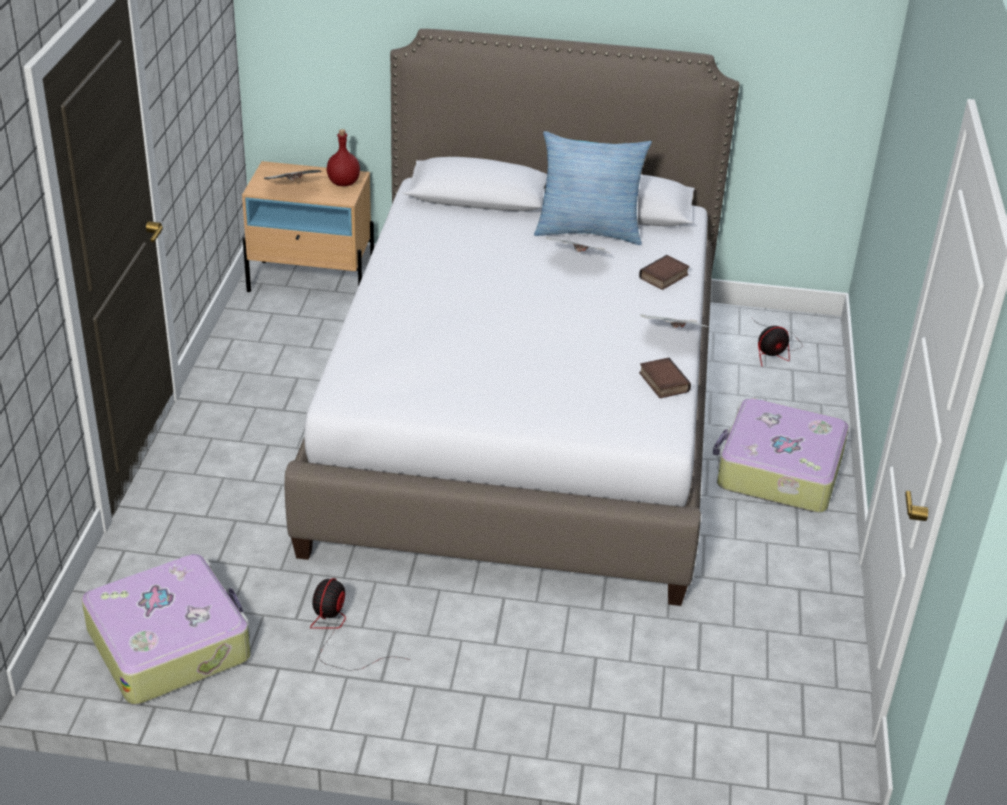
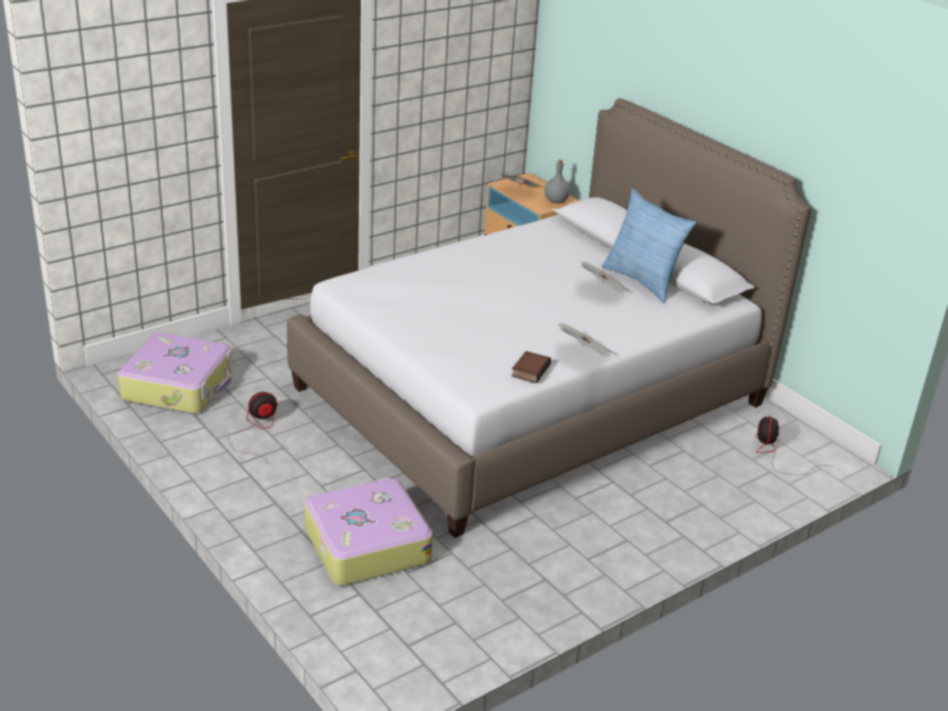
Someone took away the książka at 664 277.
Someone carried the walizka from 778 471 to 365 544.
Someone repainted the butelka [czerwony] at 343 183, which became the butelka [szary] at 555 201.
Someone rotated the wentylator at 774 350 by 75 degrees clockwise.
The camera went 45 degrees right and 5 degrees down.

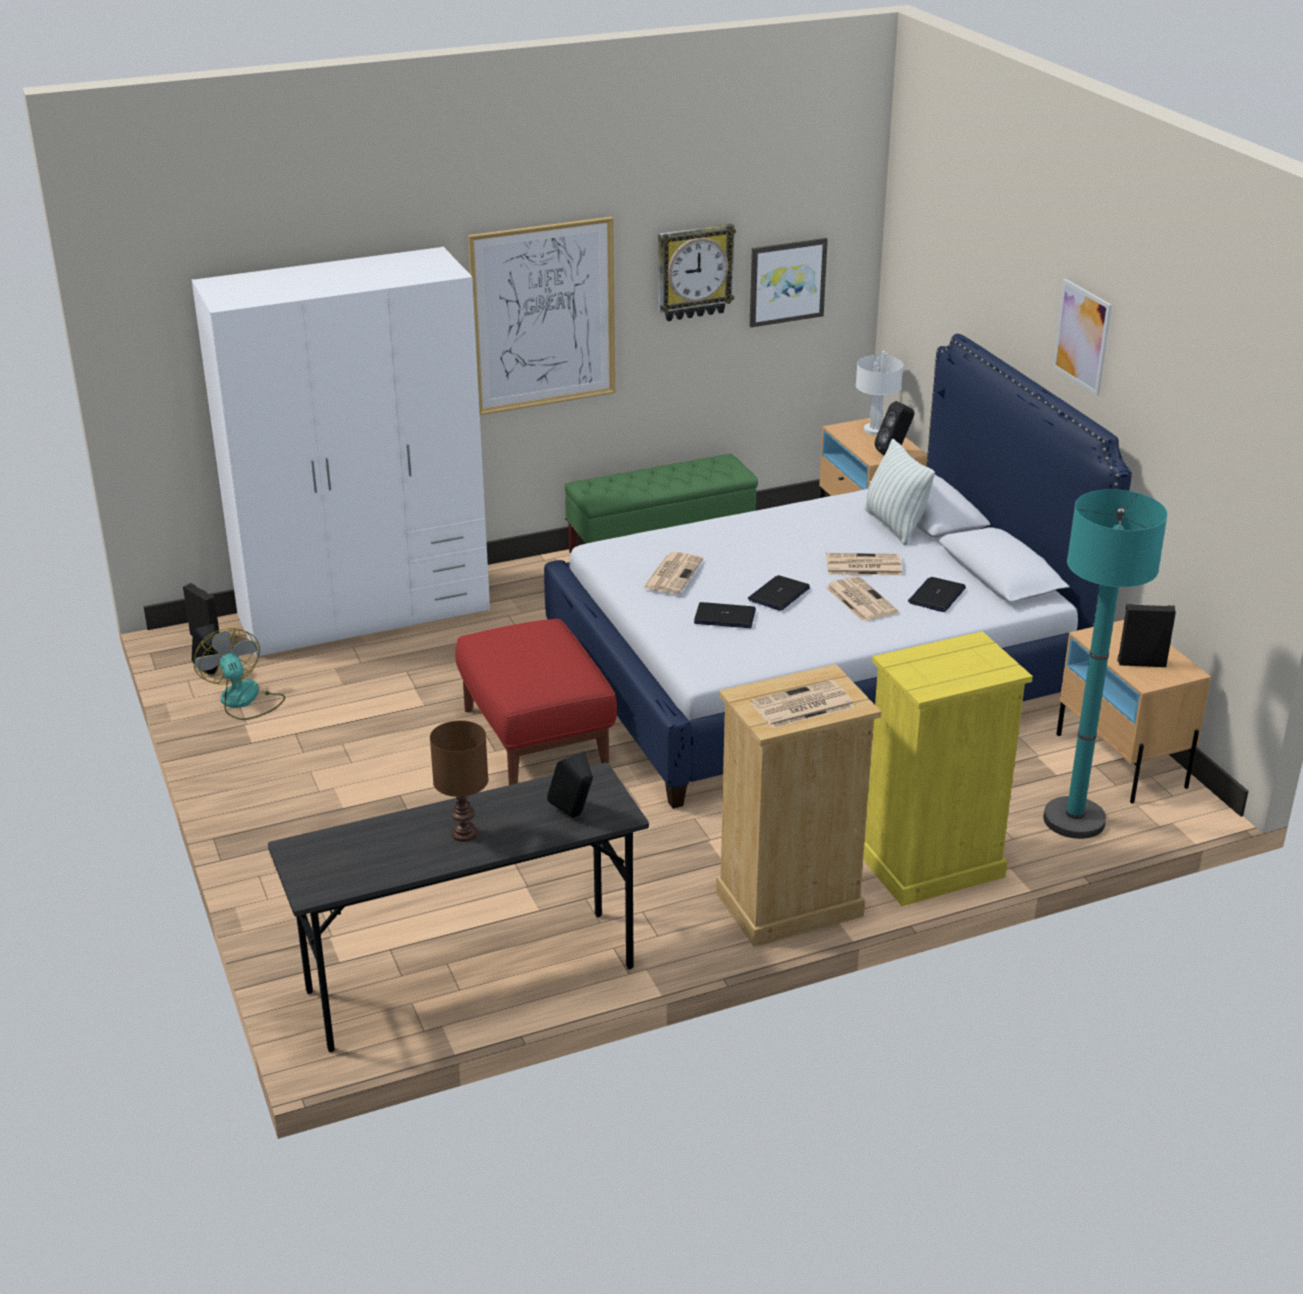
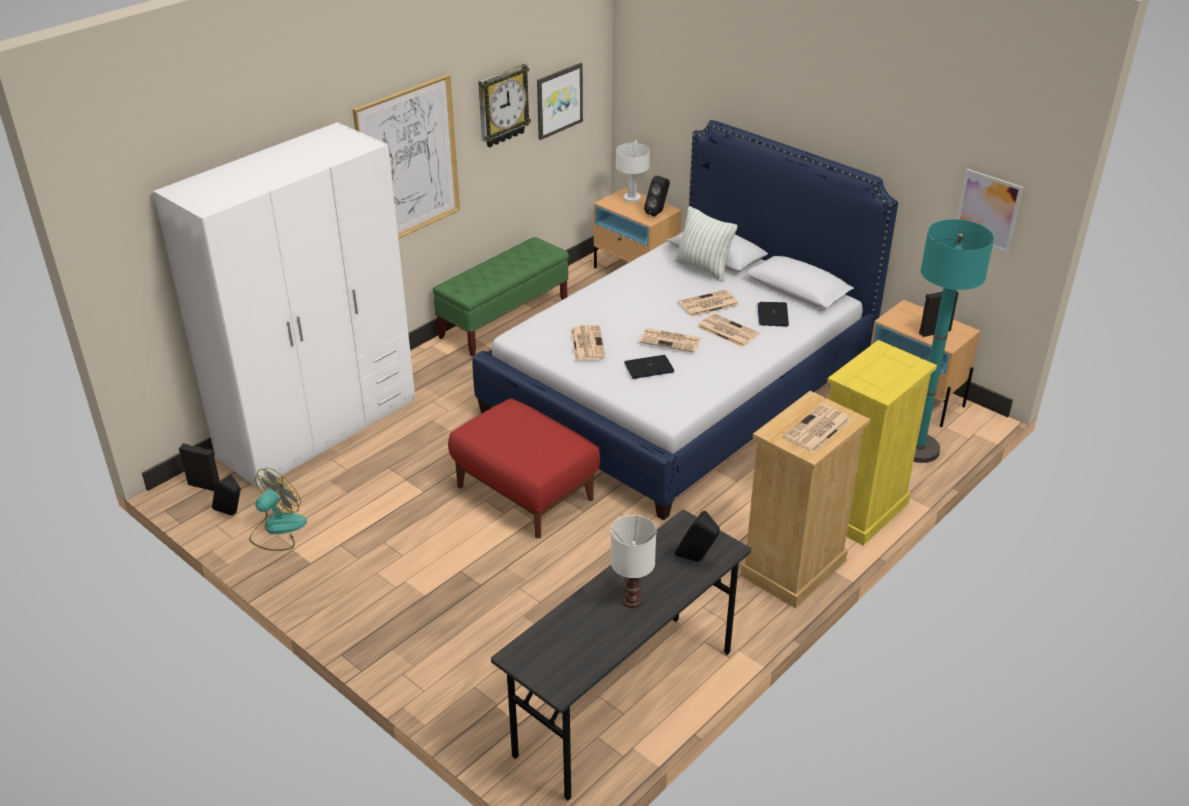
Someone carried the obraz from 1082 336 to 987 210.
Someone swapped the laptop at 779 594 for the gazeta at 671 340.
Someone repainted the lampa stołowa [brązowy] at 463 833, which became the lampa stołowa [biały] at 631 600.
Someone rotated the wentylator at 244 701 by 90 degrees clockwise.
The camera went 25 degrees left and 5 degrees up.

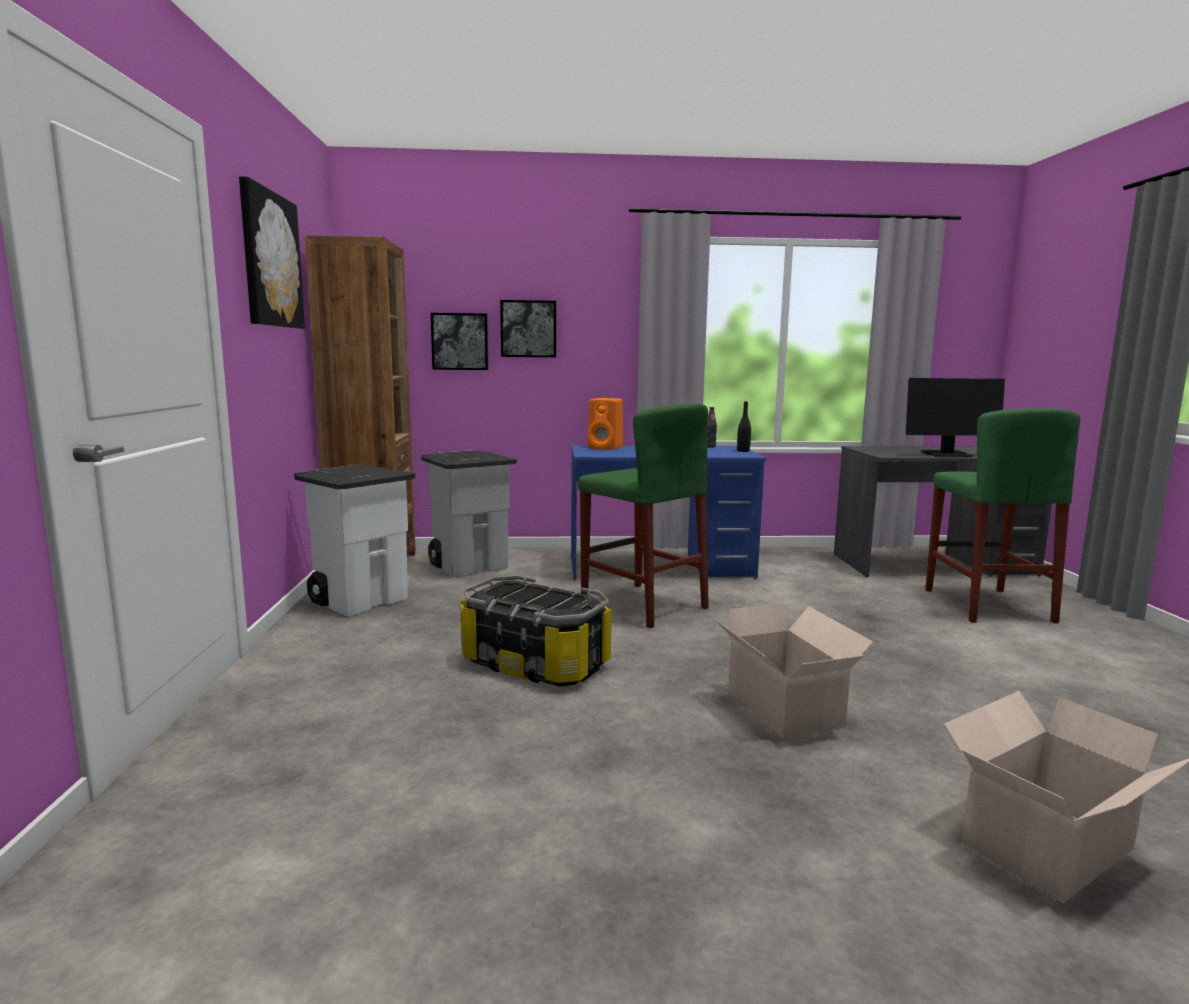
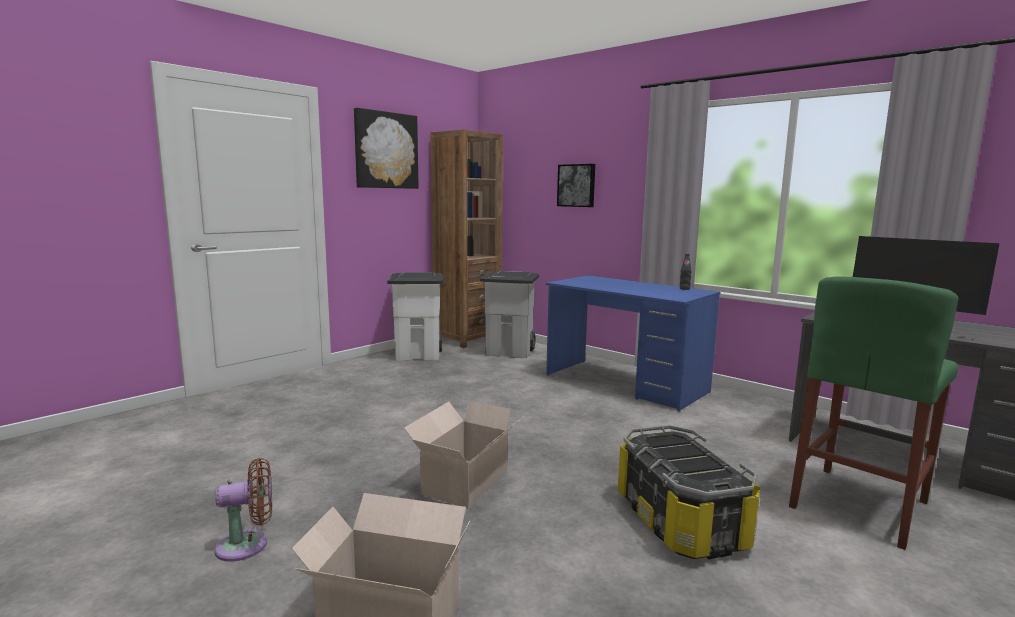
Someone took away the obraz at 460 341.
Someone took away the stołek [zielony] at 643 604.
Someone took away the głośnik [pomarańczowy] at 606 447.
Someone took away the butelka [czarny] at 743 451.
Someone put down the wentylator [brązowy] at 248 545.
Someone carried the pojemnik do przechowywania from 536 663 to 681 521.
The camera went 45 degrees right and 0 degrees up.

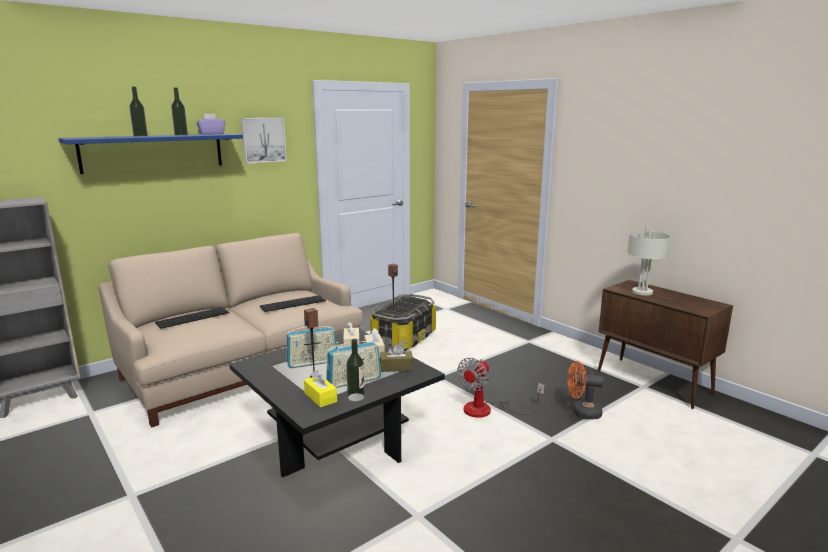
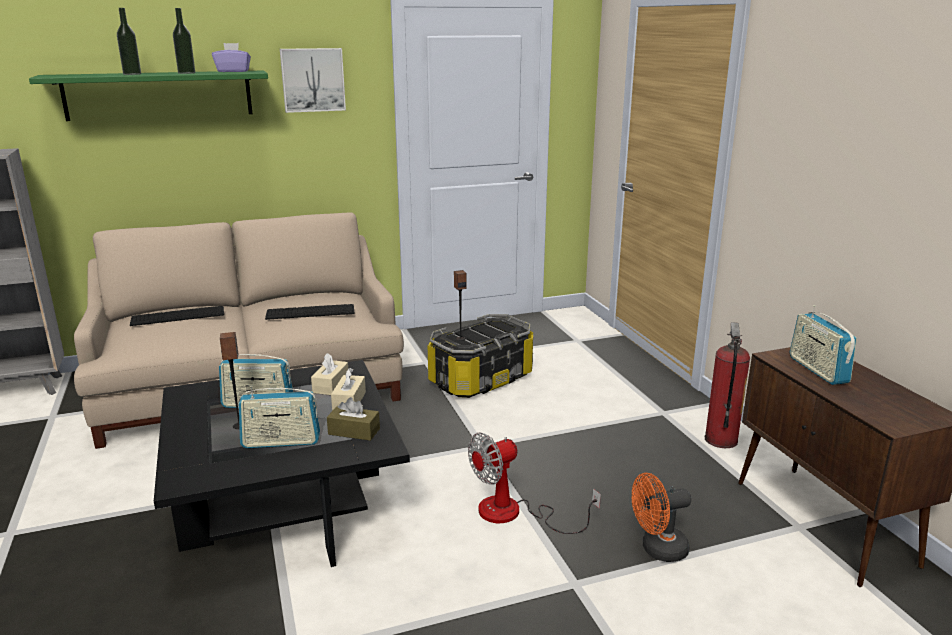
Someone took away the pudełko chusteczek [żółty] at 320 397.
Someone took away the butelka at 356 397.
Someone put down the gaśnica at 720 439.
Someone swapped the lampa stołowa [szary] at 643 292 for the radio at 818 370.
Someone repainted the półka [niebieski] at 153 152, which became the półka [zielony] at 159 95.
Someone rotated the wentylator [pomarańczowy] at 582 412 by 45 degrees counterclockwise.
The camera went 20 degrees right and 5 degrees up.

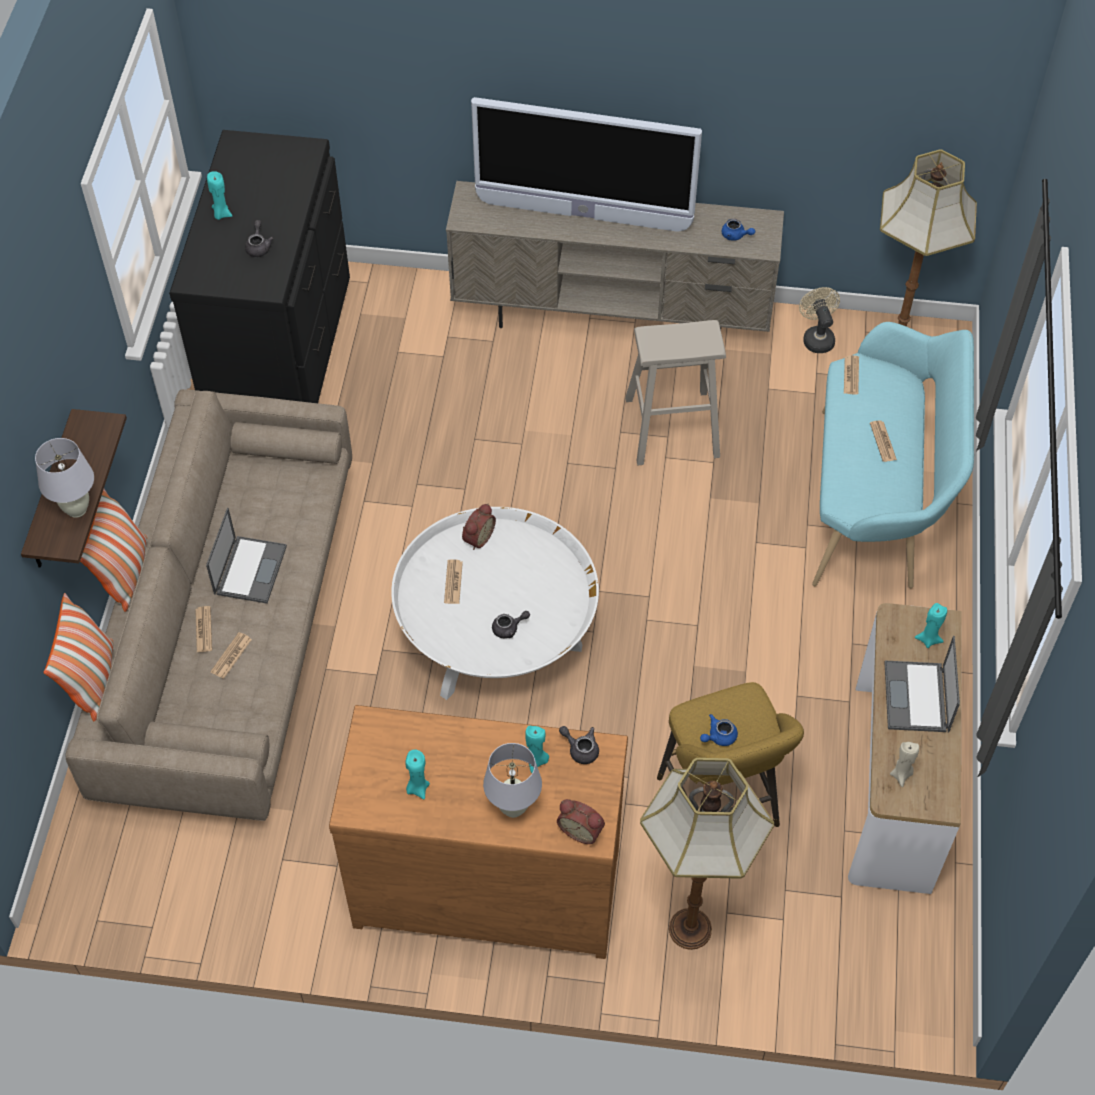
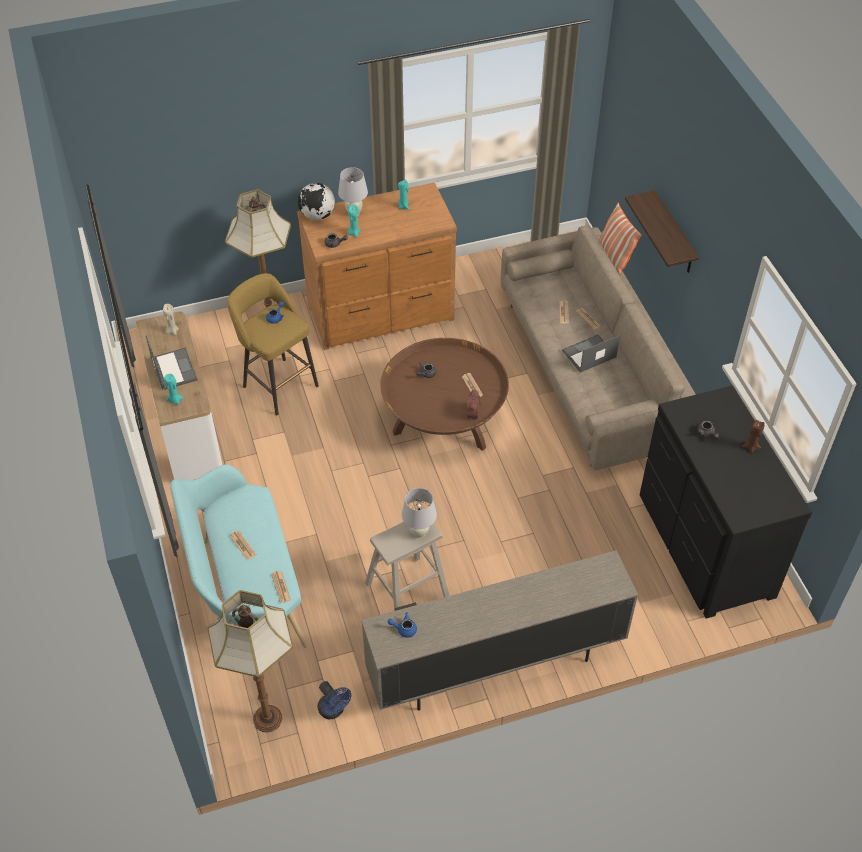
Someone took away the poduszka at 125 573.
Someone took away the telewizor at 583 215.
Someone carried the lampa stołowa [biały] from 76 509 to 419 533.
Someone swapped the budzik at 581 829 for the globus at 317 215.
Someone repainted the świeca [turkusowy] at 221 214, which became the świeca [brązowy] at 751 447.
Someone repainted the ława [biały] at 497 638, which became the ława [brązowy] at 444 421.
Someone repainted the wentylator [beżowy] at 817 337, which became the wentylator [niebieski] at 333 711.
Someone rotated the laptop at 250 569 by 75 degrees clockwise.
The camera went 155 degrees right and 5 degrees down.

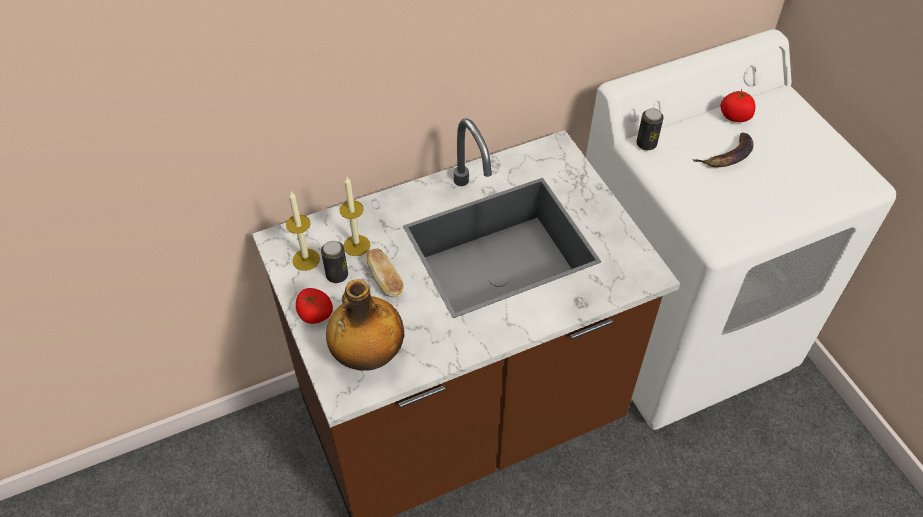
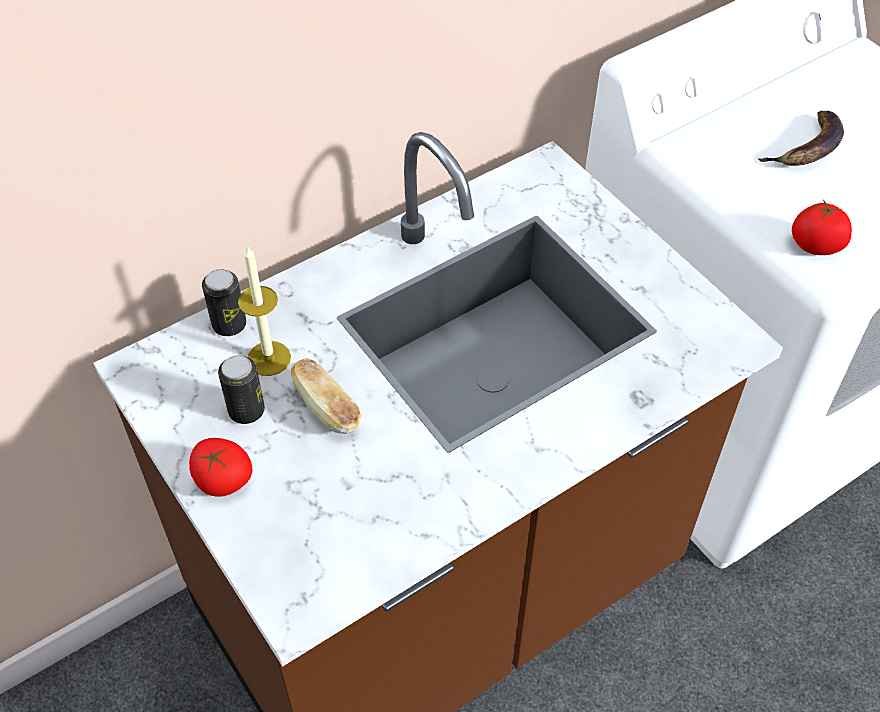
Someone took away the świeca at 306 259.
Someone took away the butelka at 368 355.
Someone carried the puszka from 646 144 to 229 324.
Someone carried the pomidor from 735 116 to 816 245.
The camera went 10 degrees left and 0 degrees up.

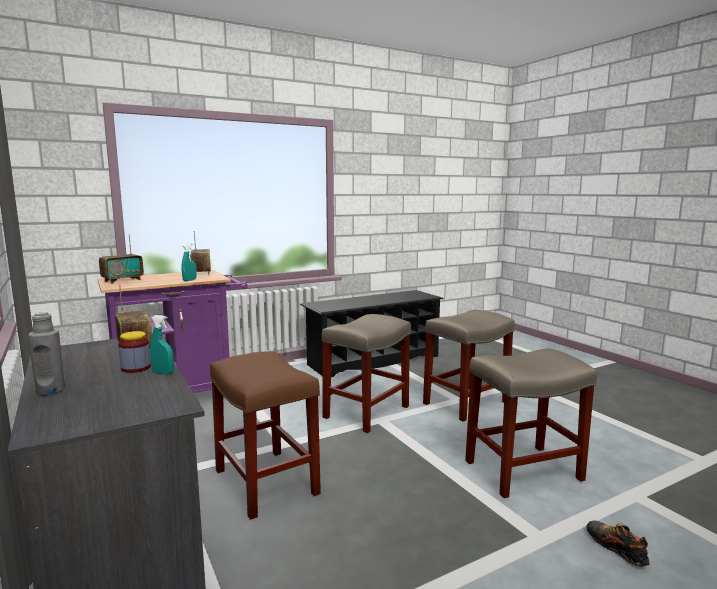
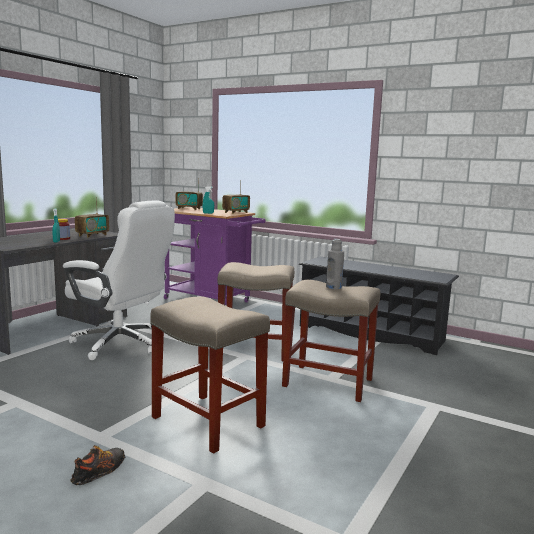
Someone carried the butelka [szary] from 50 390 to 333 287.
Someone swapped the stołek [brązowy] at 267 483 for the krzesło biurowe [biały] at 121 343.
The camera went 60 degrees right and 0 degrees up.

